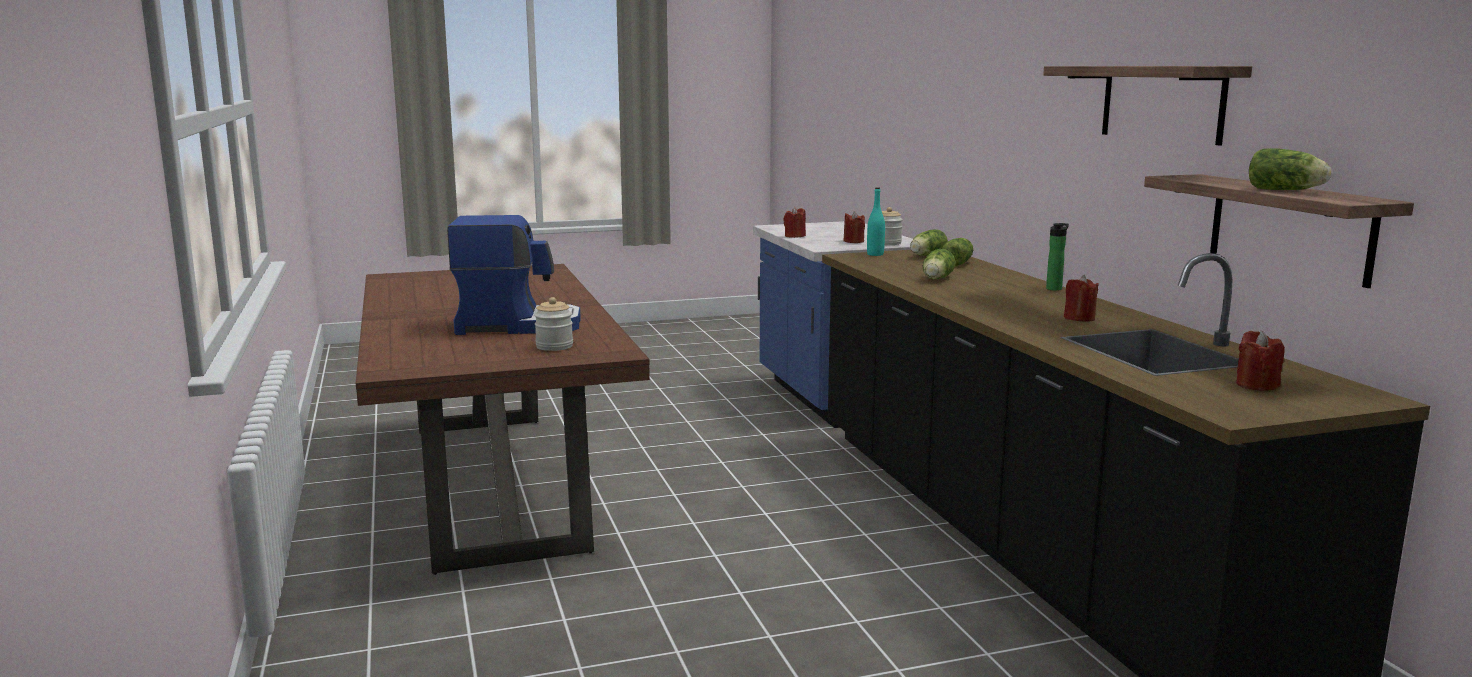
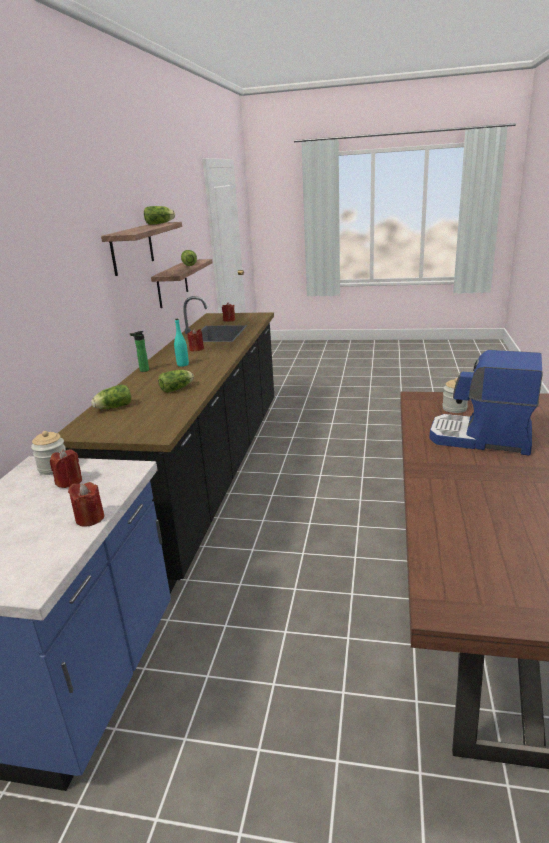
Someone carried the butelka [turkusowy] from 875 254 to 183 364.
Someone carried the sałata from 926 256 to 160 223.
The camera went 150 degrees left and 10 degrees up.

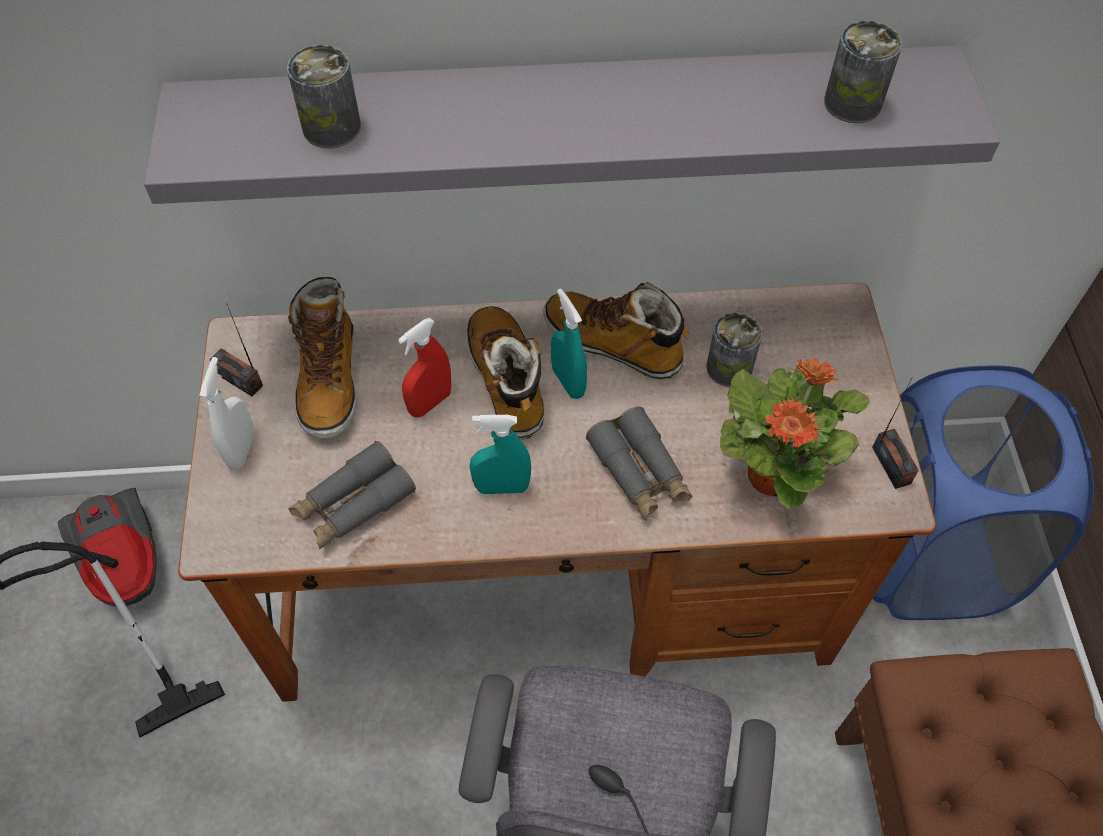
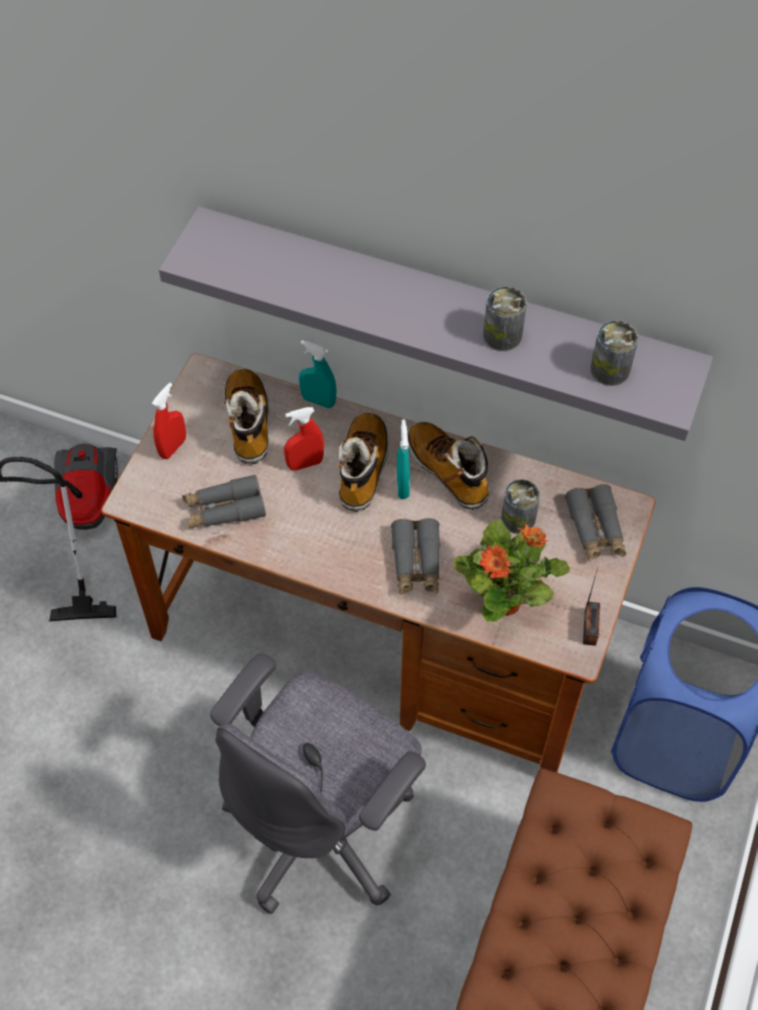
Someone took away the radio at 240 379.
Someone put down the lornetka [szary] at 595 529.
Someone carried the puszka from 332 127 to 502 335.
Someone carried the spryskiwacz [turkusowy] from 502 487 to 318 401.
Someone repainted the spryskiwacz [biały] at 241 449, which became the spryskiwacz [czerwony] at 173 447.
Someone rotated the but z cholewką at 329 380 by 150 degrees clockwise.
The camera went 25 degrees right and 0 degrees up.

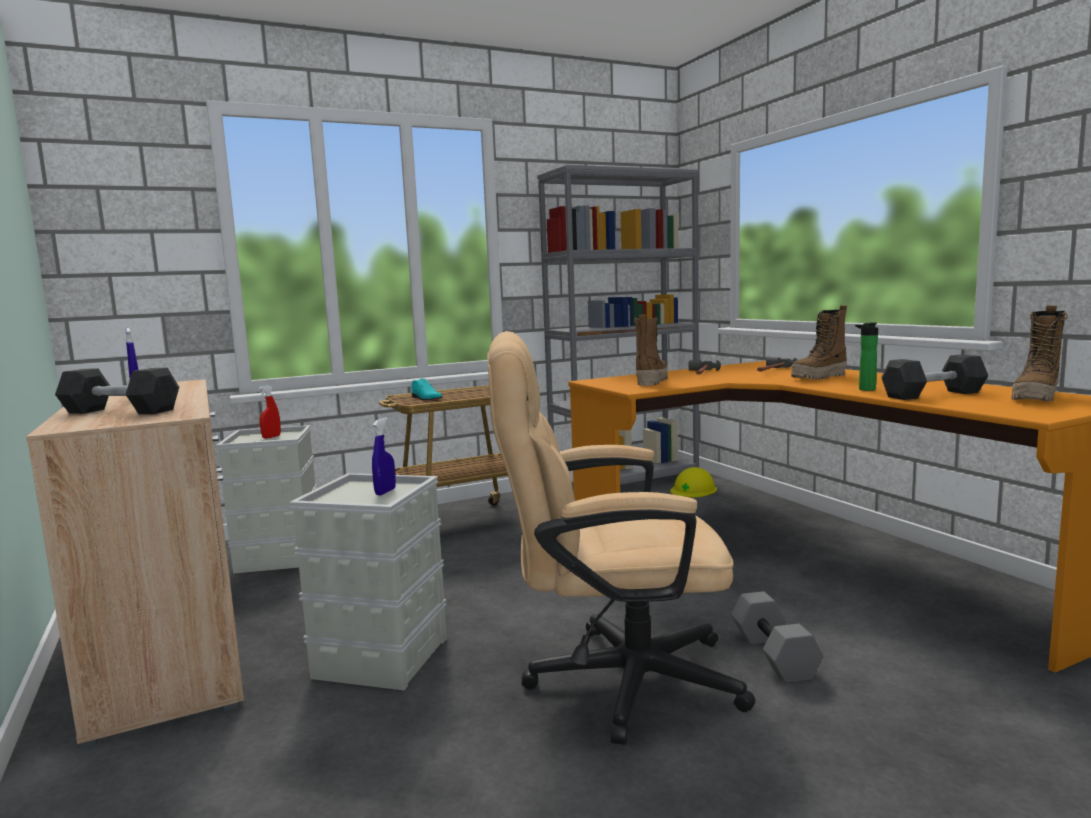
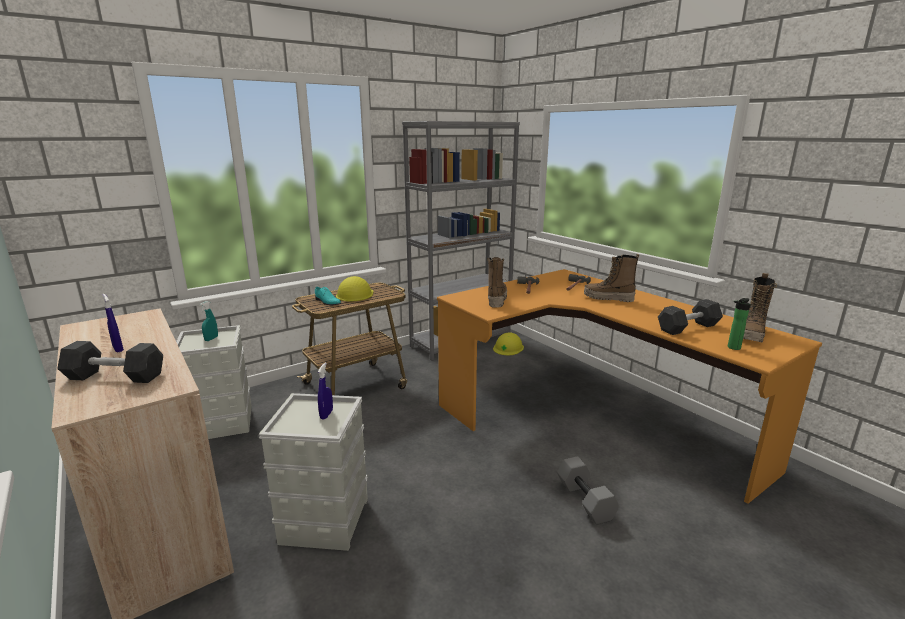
Someone took away the krzesło biurowe [beżowy] at 613 680.
Someone put down the kask [żółty] at 355 294.
Someone carried the butelka from 865 390 to 732 348.
Someone repainted the spryskiwacz [czerwony] at 271 437, which became the spryskiwacz [turkusowy] at 211 339.
Someone rotated the but z cholewką at 819 377 by 60 degrees clockwise.
The camera went 10 degrees left and 10 degrees up.

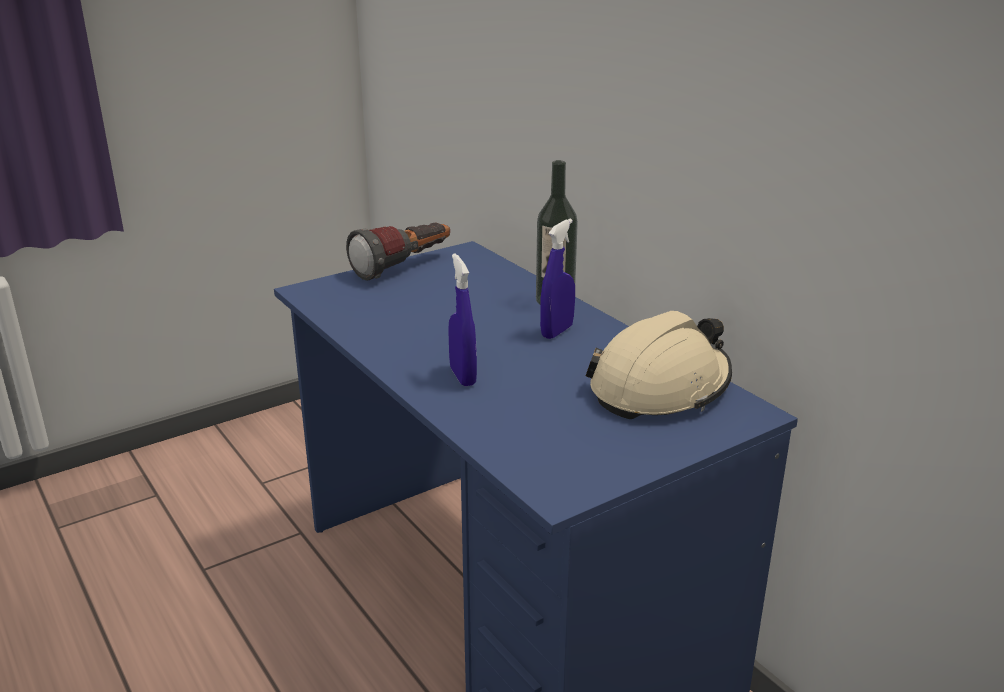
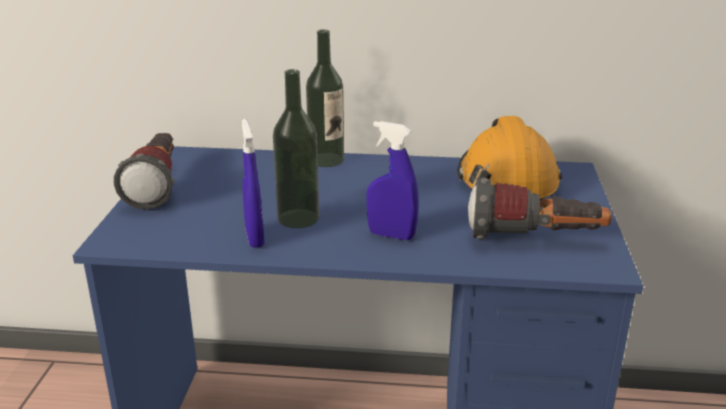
Someone put down the butelka at 298 218.
Someone put down the latarka at 535 240.
Someone carried the spryskiwacz [niebieski] from 557 331 to 254 238.
Someone repainted the kask [beżowy] at 660 388, which became the kask [pomarańczowy] at 506 181.
The camera went 50 degrees left and 0 degrees up.

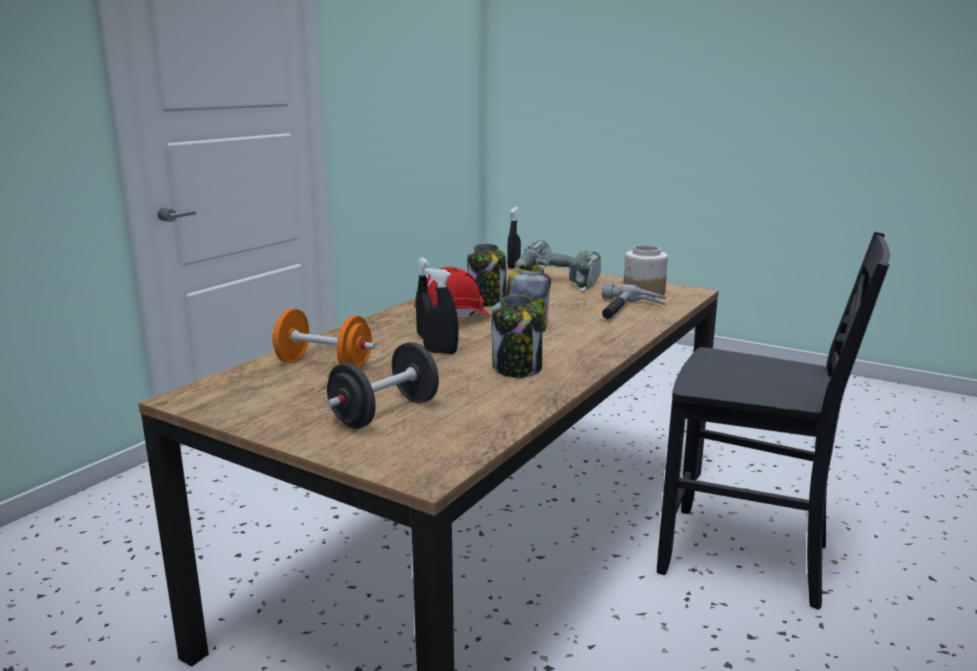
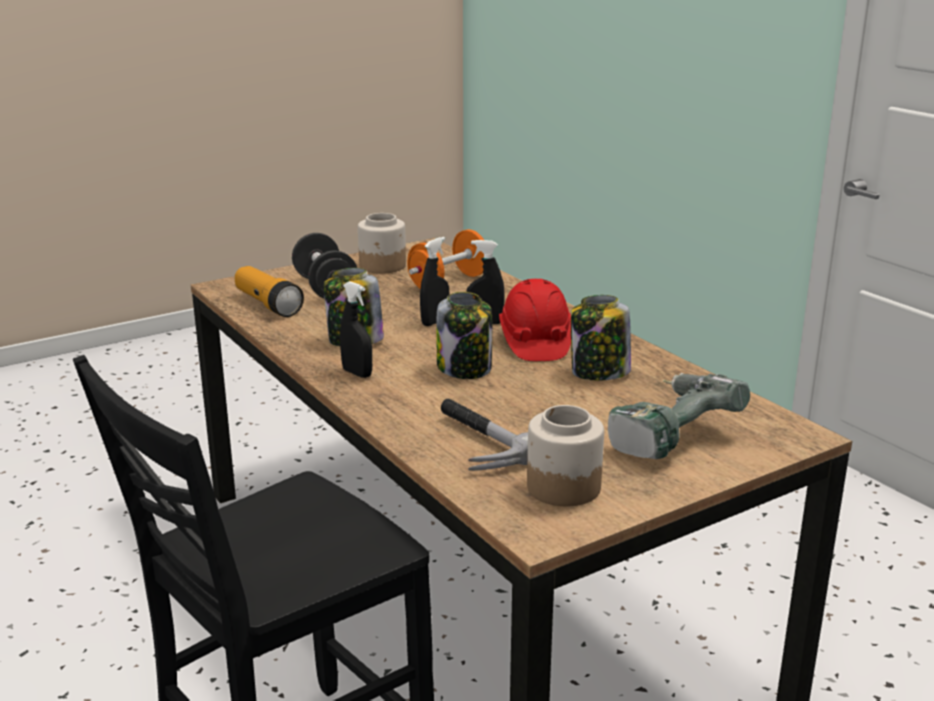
Someone put down the latarka at 268 305.
Someone put down the słoik at 383 266.
Someone carried the spryskiwacz [czarny] from 513 266 to 357 373.
The camera went 115 degrees right and 5 degrees up.

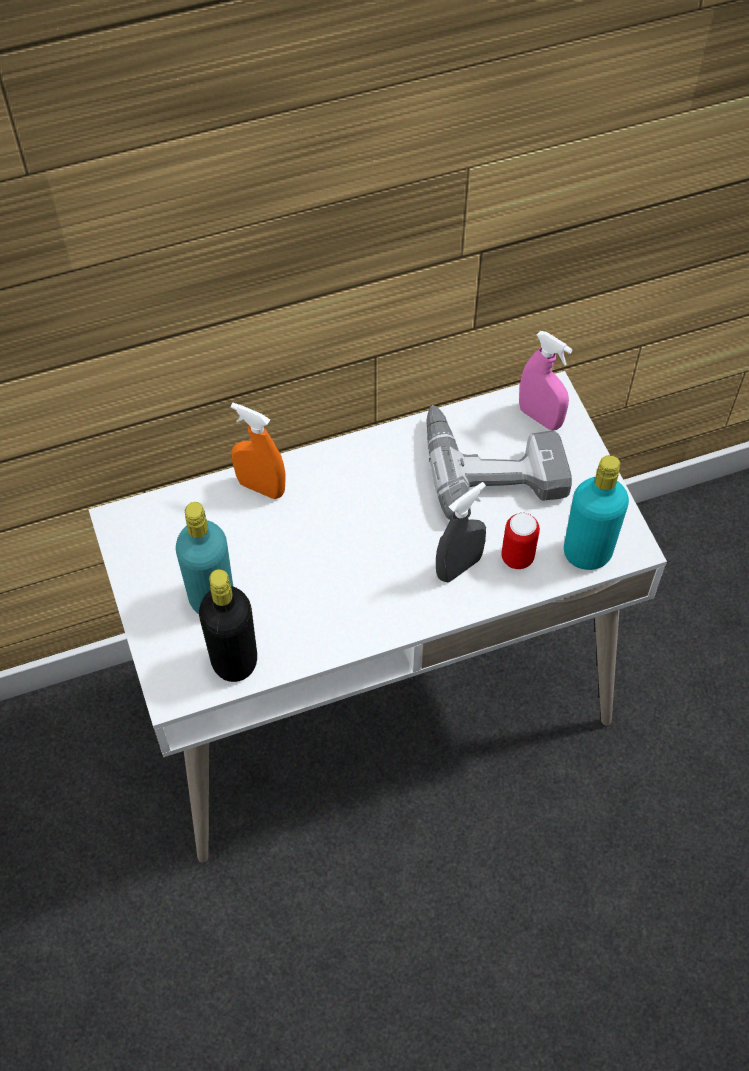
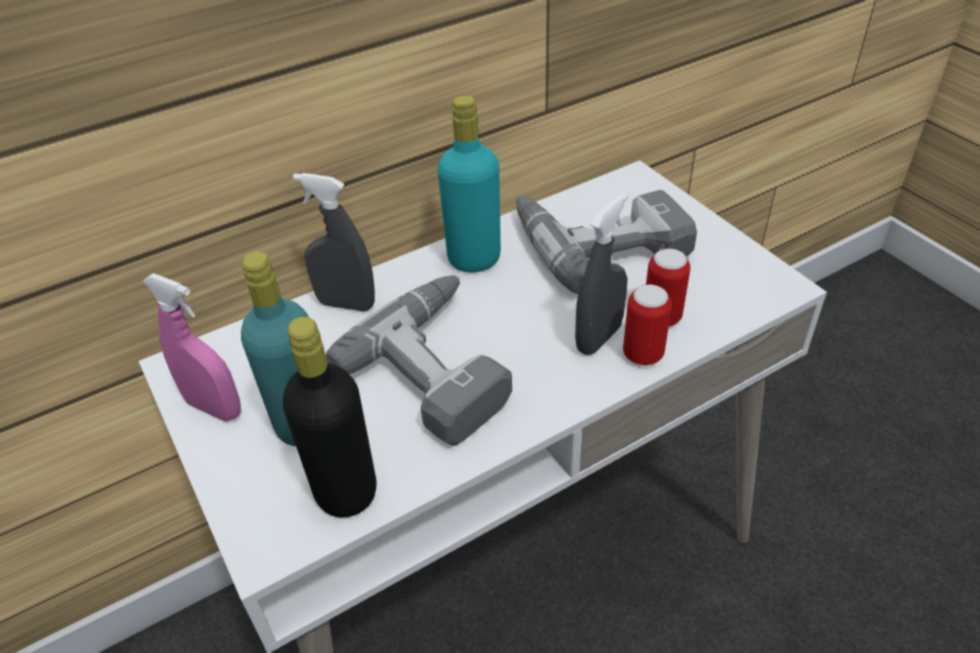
Someone put down the wiertarka at 444 365.
Someone put down the puszka at 643 354.
Someone carried the spryskiwacz [różowy] from 540 417 to 214 408.
Someone carried the butelka [turkusowy] from 587 553 to 474 259.
Someone repainted the spryskiwacz [pomarańczowy] at 261 487, which became the spryskiwacz [szary] at 346 304.
The camera went 10 degrees left and 15 degrees down.

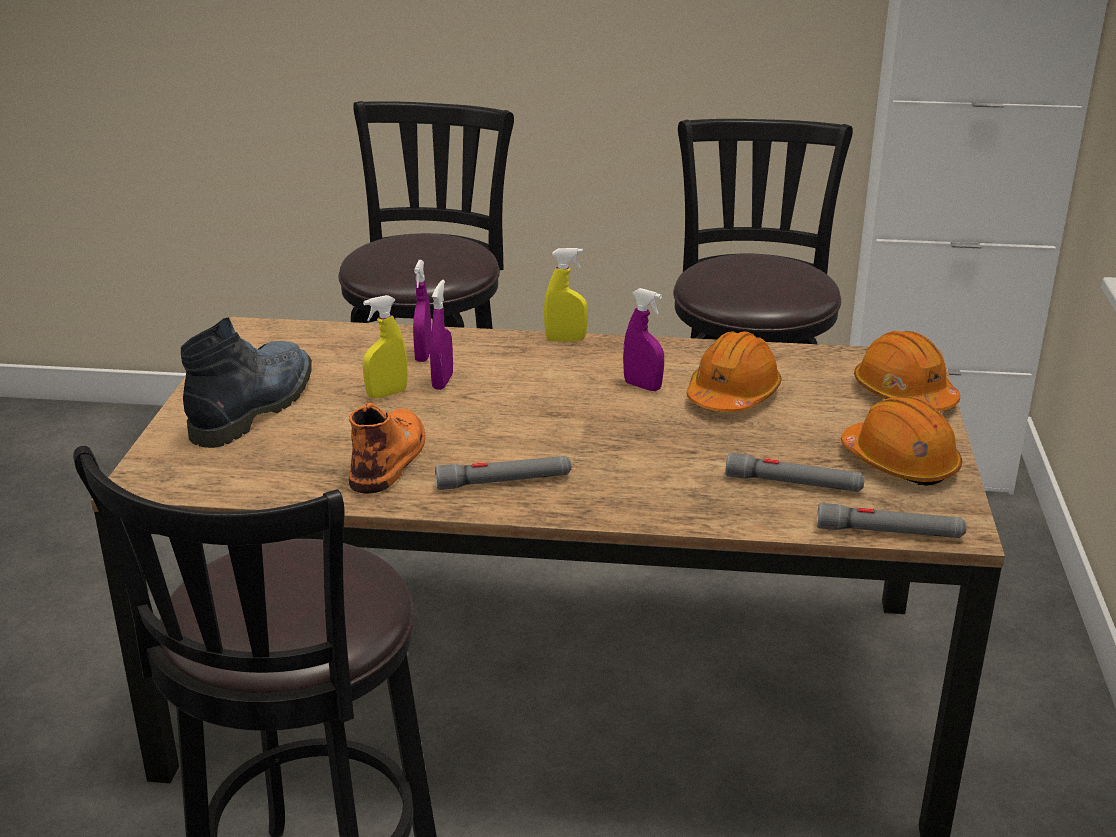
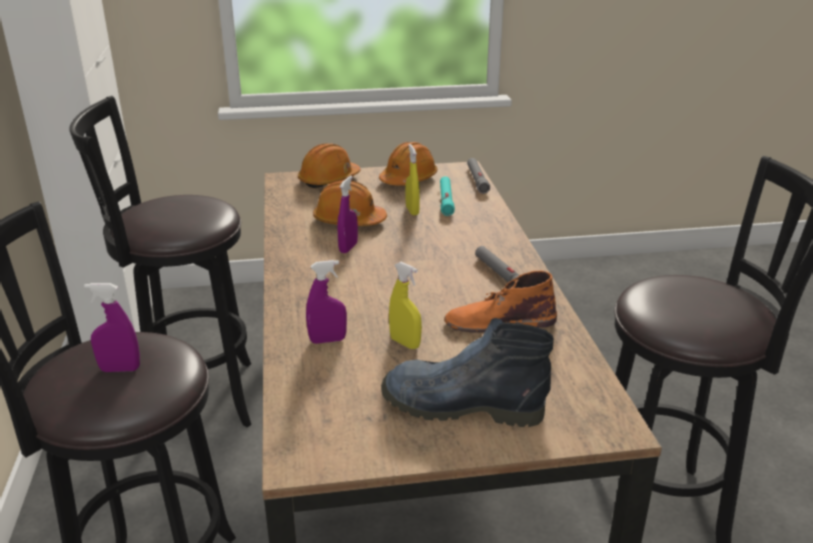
Someone carried the spryskiwacz [fioletowy] from 442 382 to 120 369.
Someone carried the spryskiwacz [żółty] from 565 340 to 412 211.
Someone repainted the latarka [szary] at 793 483, which became the latarka [turkusowy] at 446 200.
The camera went 105 degrees left and 0 degrees up.

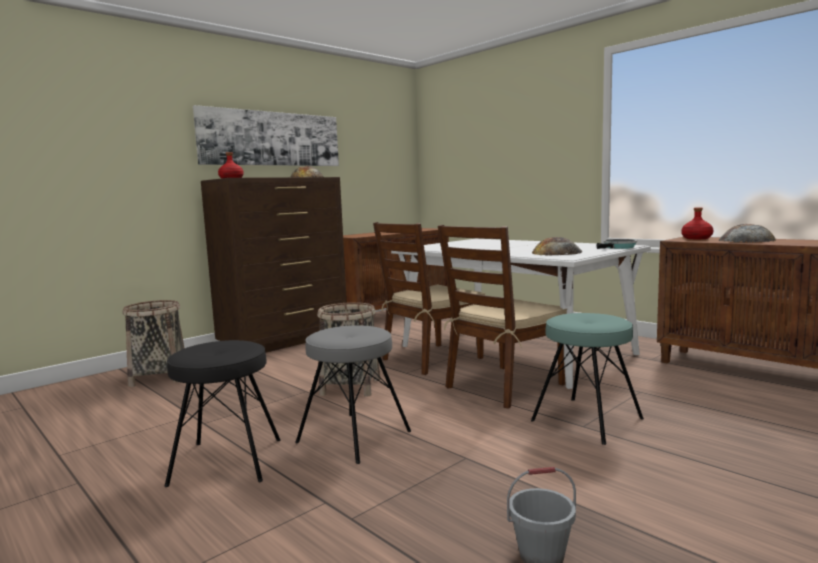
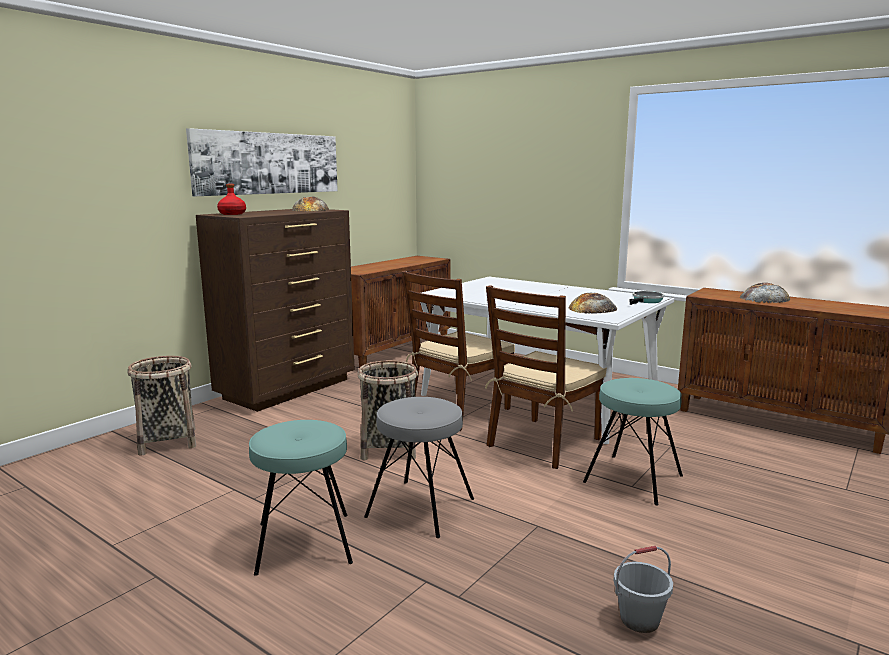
Someone took away the butelka [czerwony] at 697 238.
Someone repainted the stołek [czarny] at 227 461, which became the stołek [turkusowy] at 304 543.
The camera went 10 degrees left and 5 degrees up.

